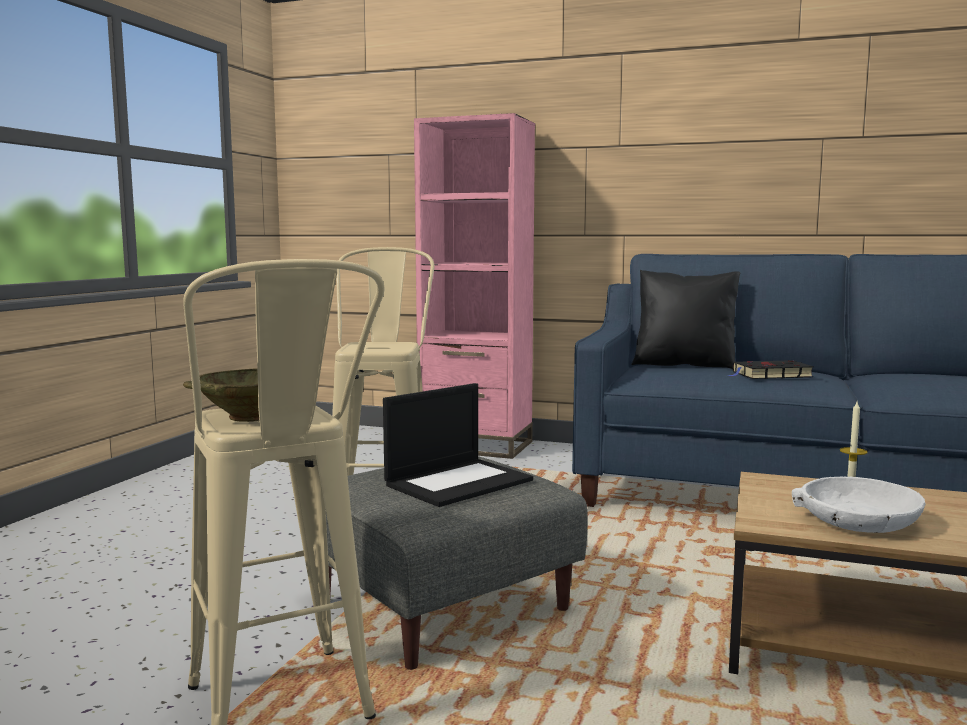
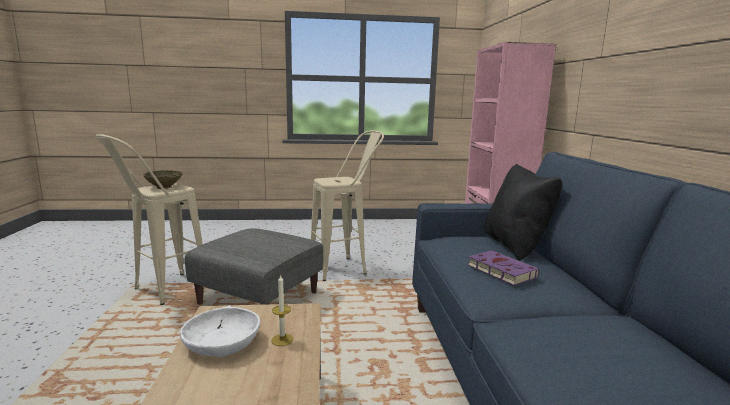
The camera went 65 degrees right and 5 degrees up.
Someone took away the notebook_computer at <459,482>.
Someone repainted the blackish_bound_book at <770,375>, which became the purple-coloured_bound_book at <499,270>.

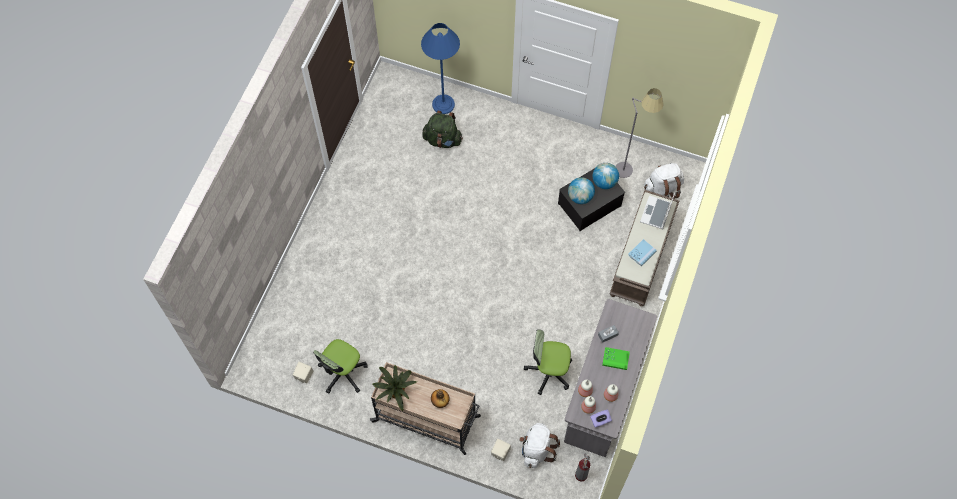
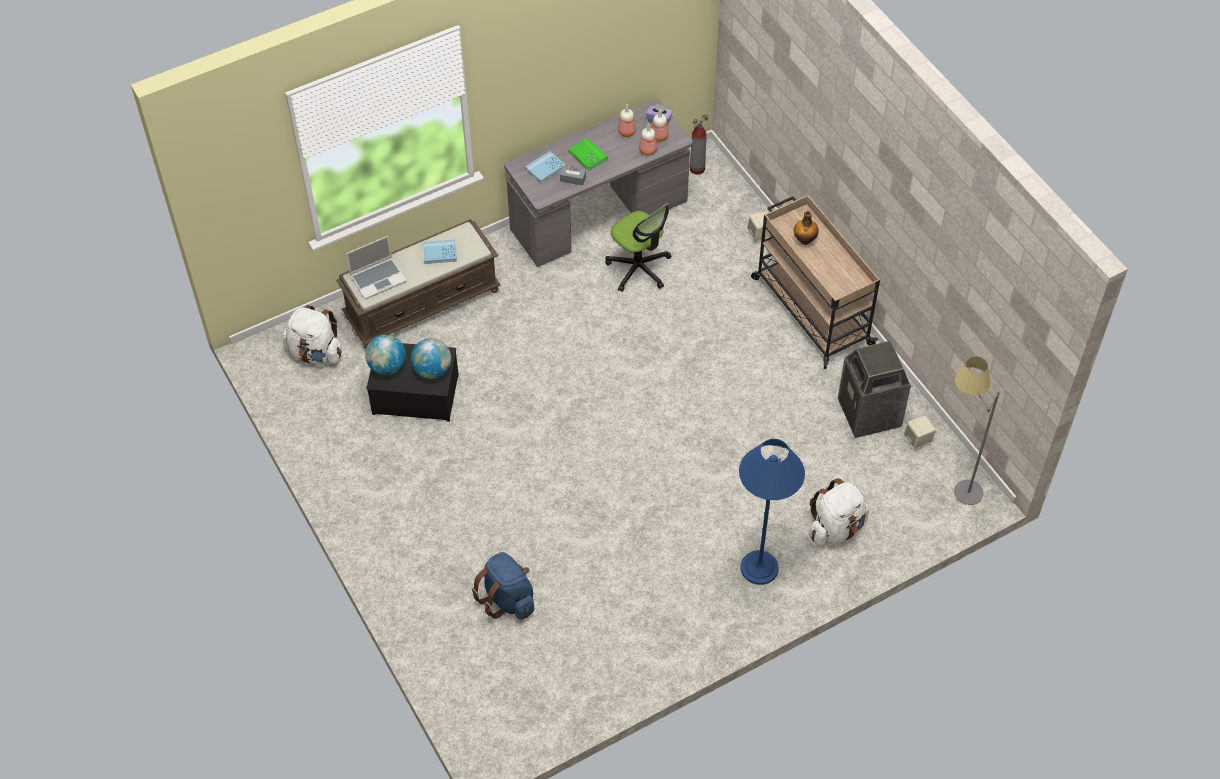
The camera went 140 degrees left and 10 degrees down.
Someone took away the houseplant at <395,391>.
Someone put down the bluish_bound_book at <545,168>.
Someone carried the bluish_floor_lamp from <443,104> to <759,568>.
Someone carried the whitish_rucksack from <537,449> to <836,528>.
Someone carried the greyish_floor_lamp from <630,166> to <954,490>.
Someone swapped the desk_chair at <342,373> for the waste_bin at <869,414>.
Someone repainted the green_rucksack at <442,140>, which became the bluish_rucksack at <507,599>.

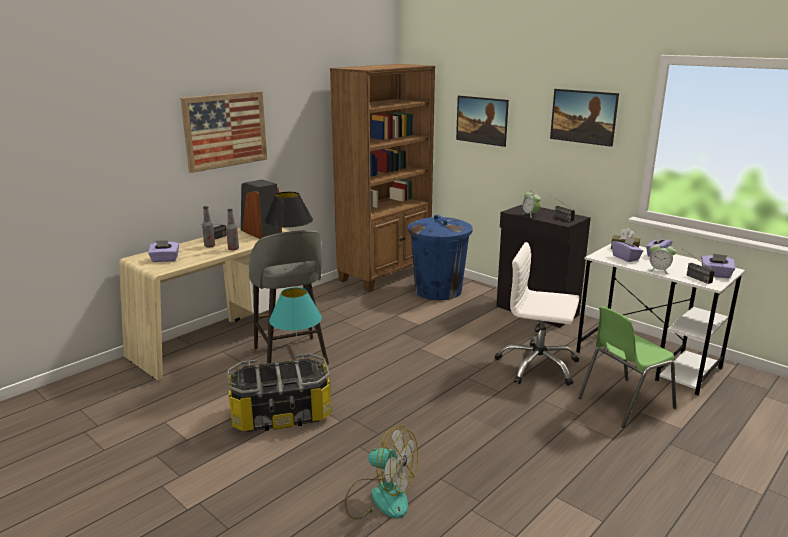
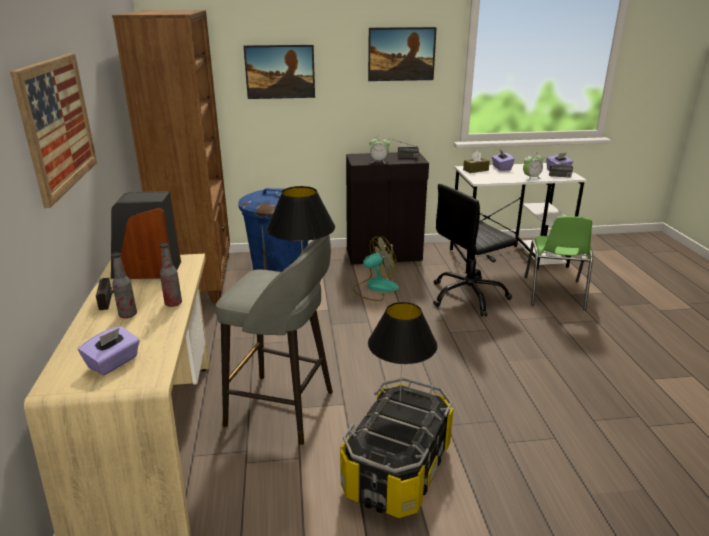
The camera went 50 degrees left and 5 degrees up.
Someone took away the purple-coloured_tissue_holder at <626,258>.
Someone carried the fan from <380,497> to <375,288>.
Someone repainted the turquoise-coloured_tabletop_lamp at <298,366>, which became the blackish_tabletop_lamp at <399,401>.
Someone repainted the whitish_desk_chair at <537,366>, which became the blackish_desk_chair at <468,296>.

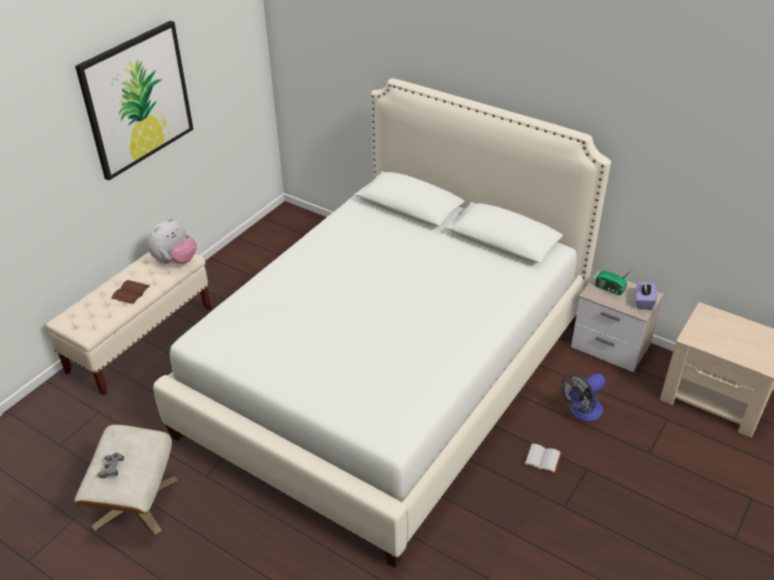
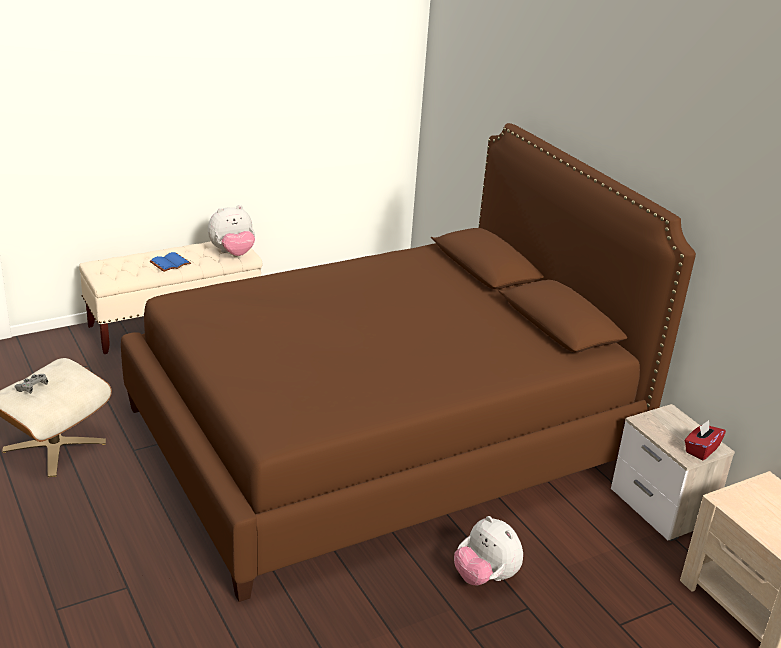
The camera went 25 degrees right and 10 degrees down.
Someone took away the wall_art at <137,99>.
Someone took away the fan at <582,412>.
Someone took away the radio_receiver at <610,289>.
Someone swapped the whitish_bound_book at <543,459> for the plush_toy at <485,577>.
Someone repainted the brown-coloured_bound_book at <131,293>, which became the bluish_bound_book at <170,264>.
Someone repainted the whitish_sleeping_bed at <389,375>, which became the brown-coloured_sleeping_bed at <383,438>.
Someone repainted the purple-coloured_tissue_holder at <643,302>, which became the red-coloured_tissue_holder at <701,450>.

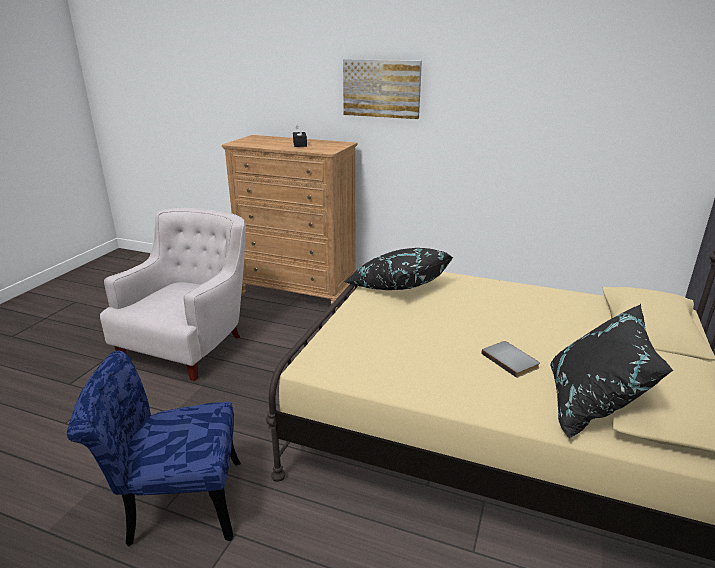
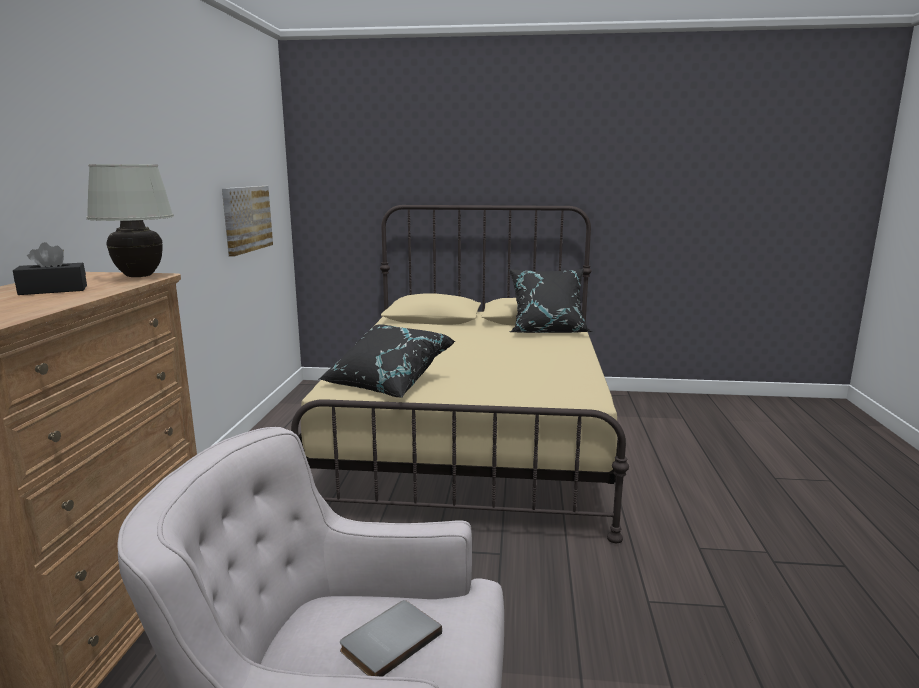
The camera went 105 degrees left and 10 degrees down.
Someone took away the bluish_upright_chair at <175,504>.
Someone put down the whitish_tabletop_lamp at <140,276>.
Someone carried the wall_art from <381,88> to <246,219>.
Someone carried the greyish_bound_book from <511,360> to <389,640>.

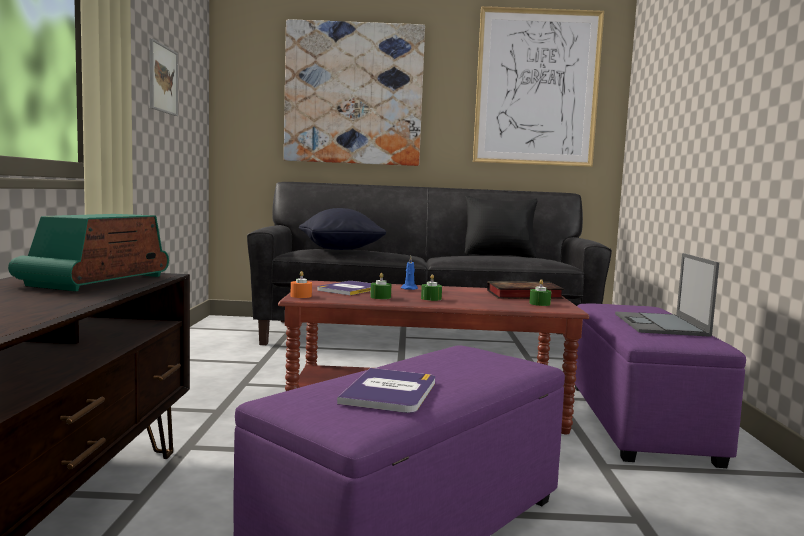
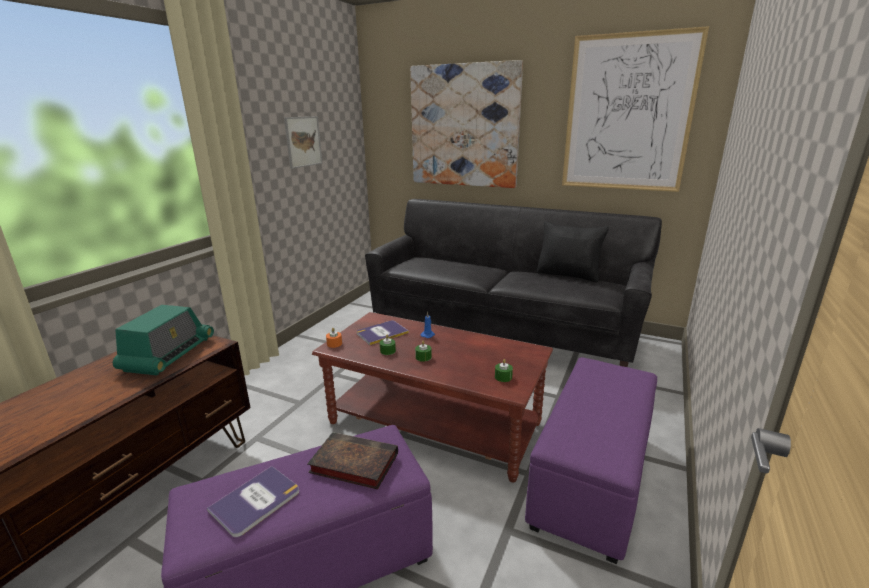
The camera went 25 degrees right and 15 degrees up.
Someone took away the blackish_pillow at <340,250>.
Someone took away the notebook_computer at <661,325>.
Someone carried the bound_book from <522,295> to <352,463>.
Someone rotated the radio_receiver at <96,281> by 150 degrees clockwise.

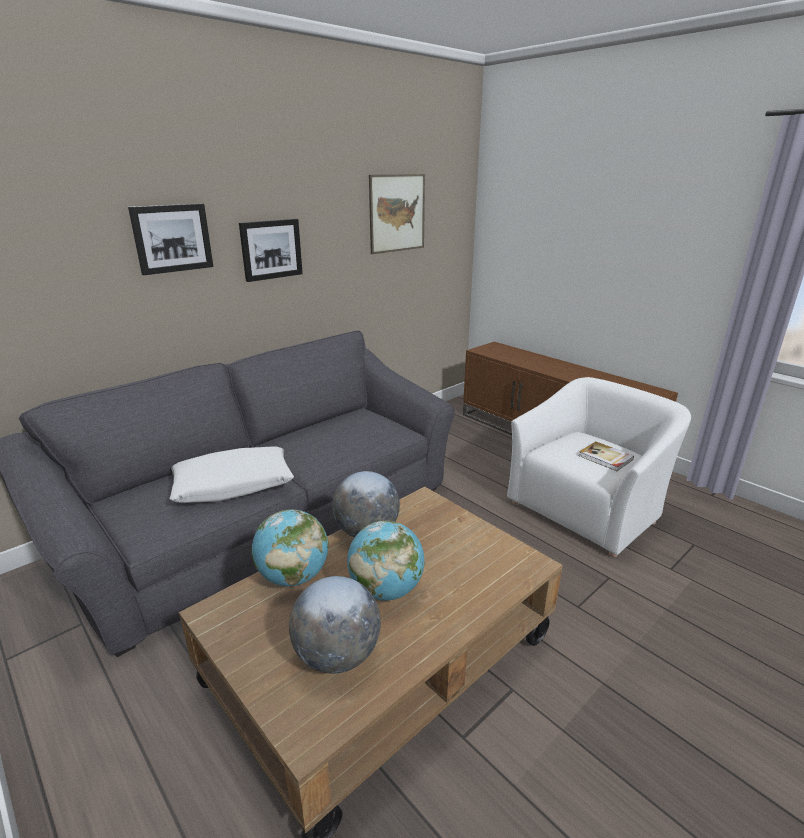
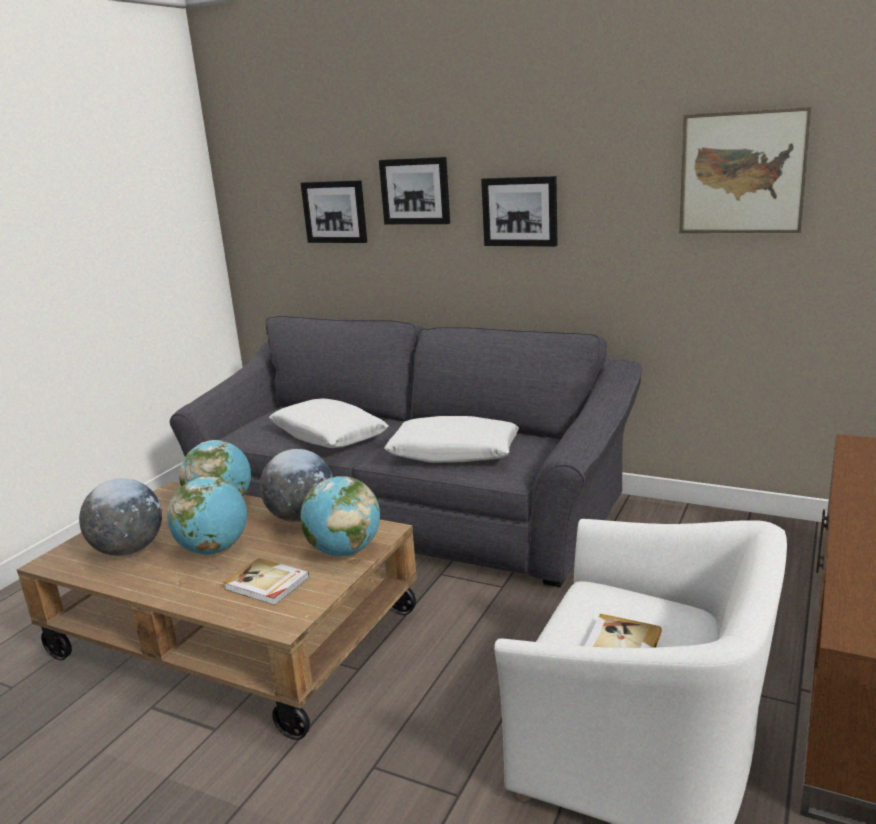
The camera went 70 degrees right and 5 degrees down.
Someone put down the bound_book at <267,584>.
Someone put up the wall_art at <335,212>.
Someone put down the globe at <344,551>.
Someone put down the whitish_pillow at <453,453>.

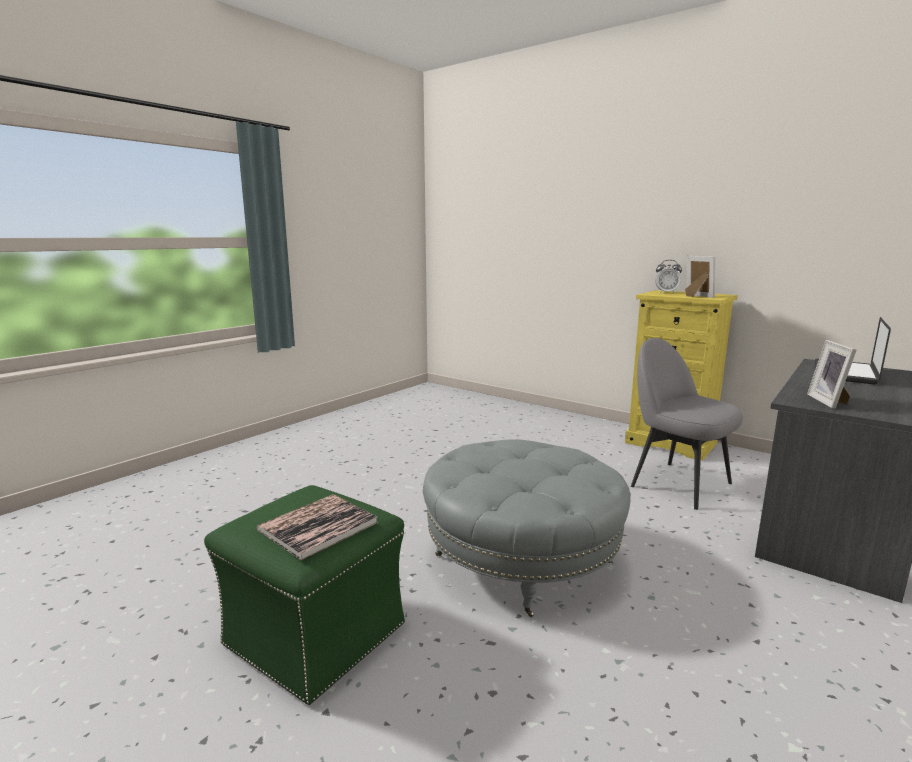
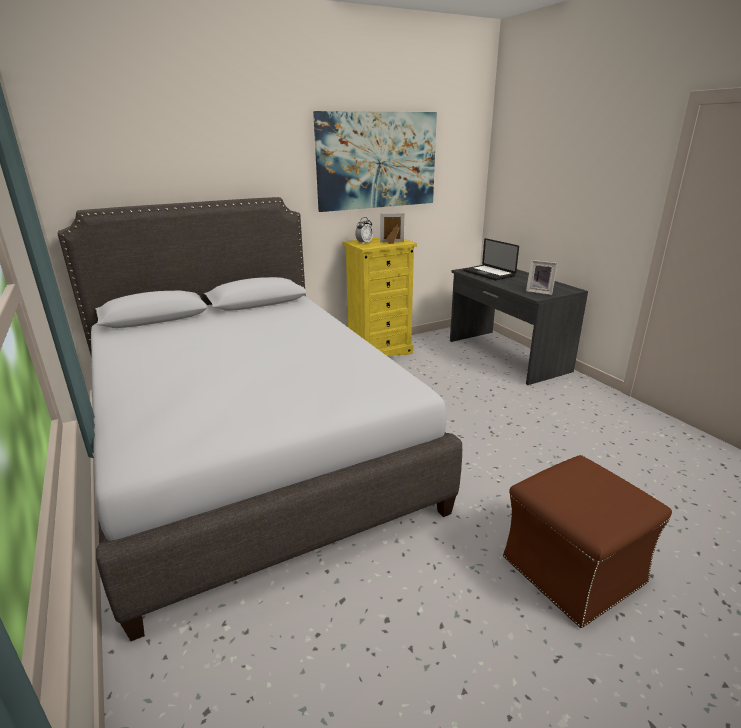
The camera went 65 degrees left and 10 degrees up.
Someone took away the bound_book at <318,526>.
Someone took away the greyish_ottoman at <521,558>.
Someone took away the greyish_upright_chair at <678,483>.
Someone put down the greyish_sleeping_bed at <248,447>.
Someone put up the wall_art at <377,161>.
Someone repainted the green_ottoman at <314,633>, which became the brown-coloured_ottoman at <572,570>.

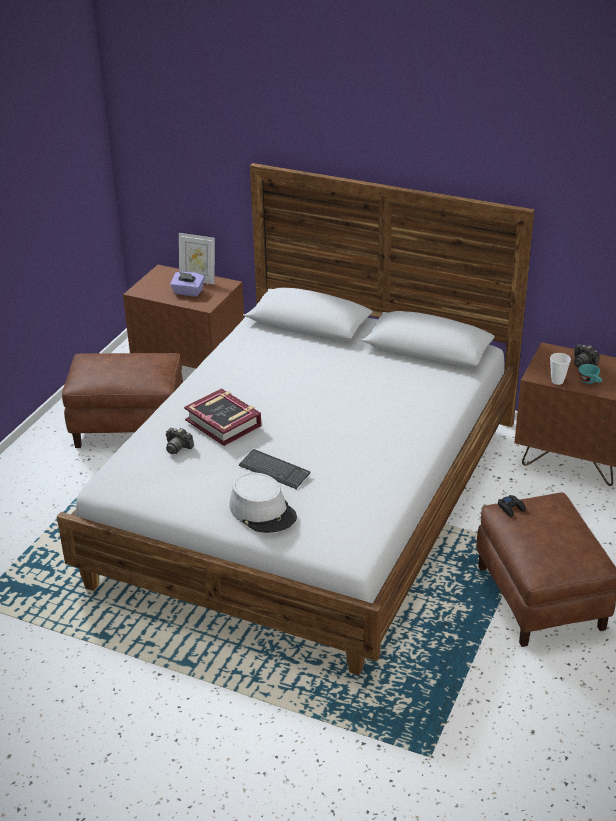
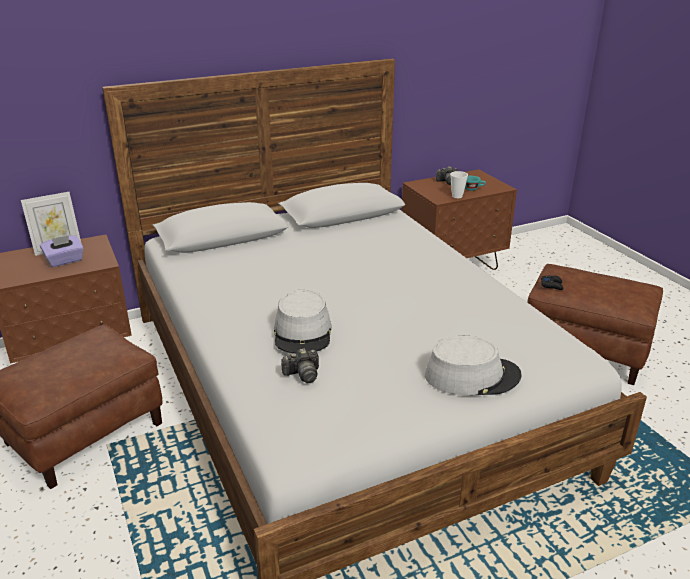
The camera went 50 degrees left and 5 degrees down.
Someone took away the keyboard at <274,470>.
Someone swapped the bound_book at <224,423> for the greyish_clothing_hat at <303,332>.

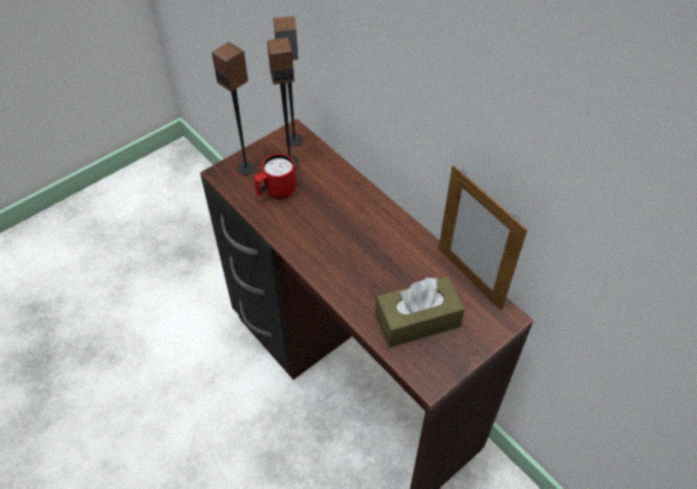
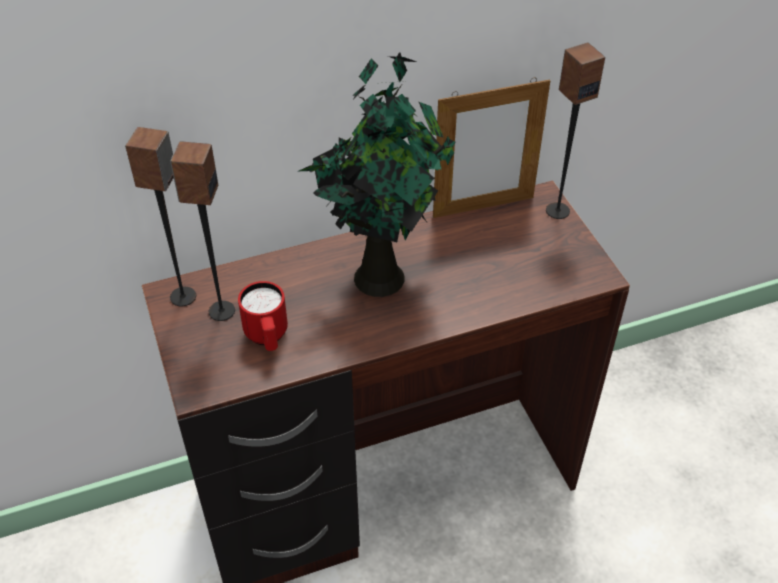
The camera went 70 degrees left and 5 degrees down.
Someone took away the brown-coloured_tissue_holder at <417,320>.
Someone put down the houseplant at <380,274>.
Someone carried the loudspeaker from <246,168> to <557,210>.

